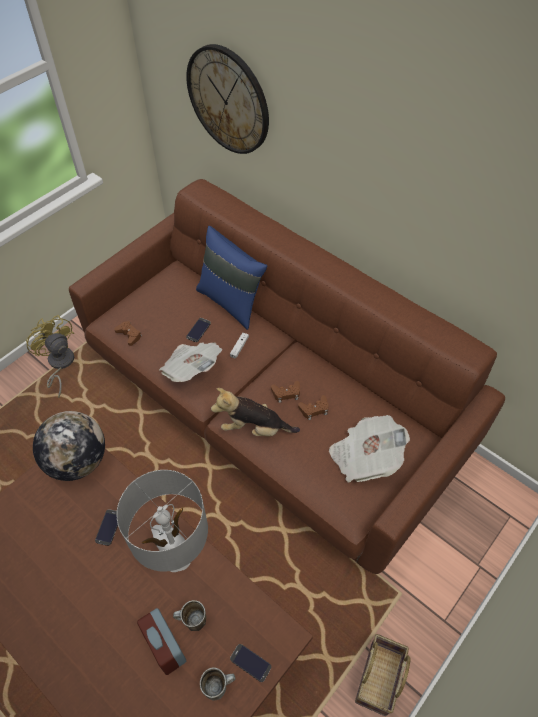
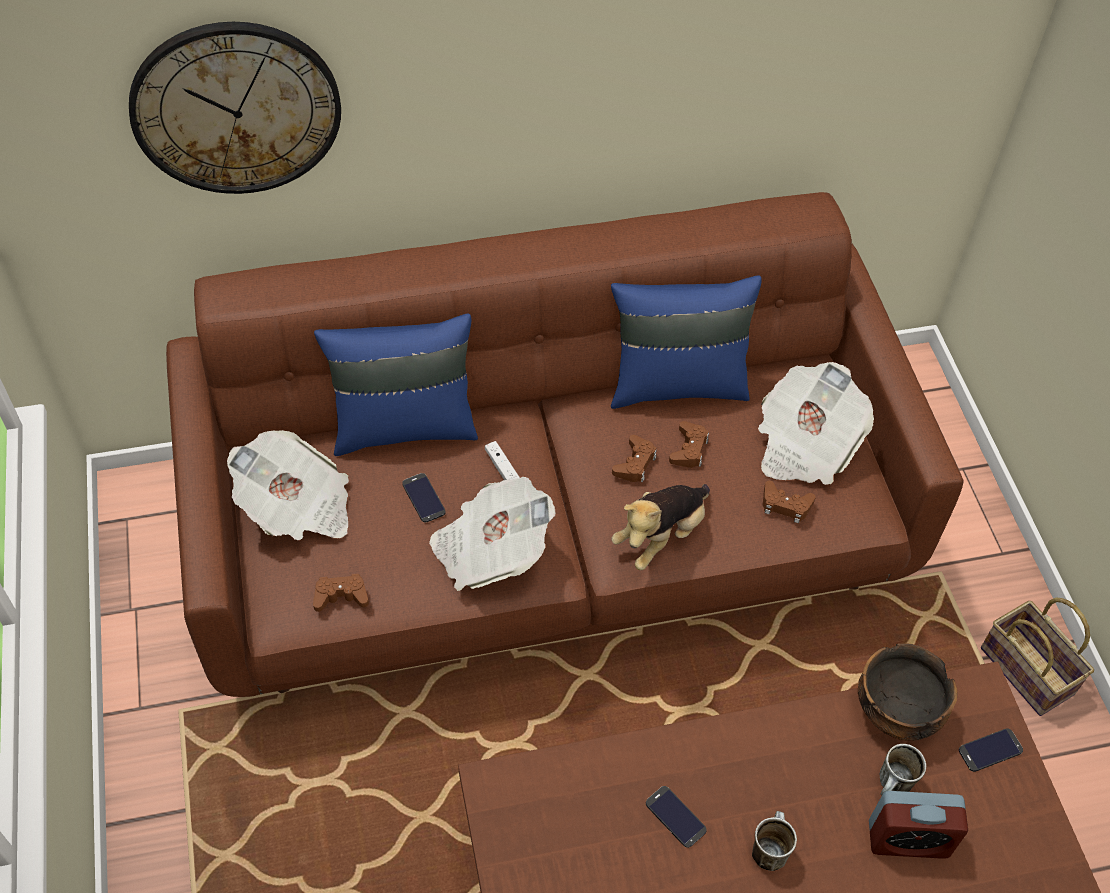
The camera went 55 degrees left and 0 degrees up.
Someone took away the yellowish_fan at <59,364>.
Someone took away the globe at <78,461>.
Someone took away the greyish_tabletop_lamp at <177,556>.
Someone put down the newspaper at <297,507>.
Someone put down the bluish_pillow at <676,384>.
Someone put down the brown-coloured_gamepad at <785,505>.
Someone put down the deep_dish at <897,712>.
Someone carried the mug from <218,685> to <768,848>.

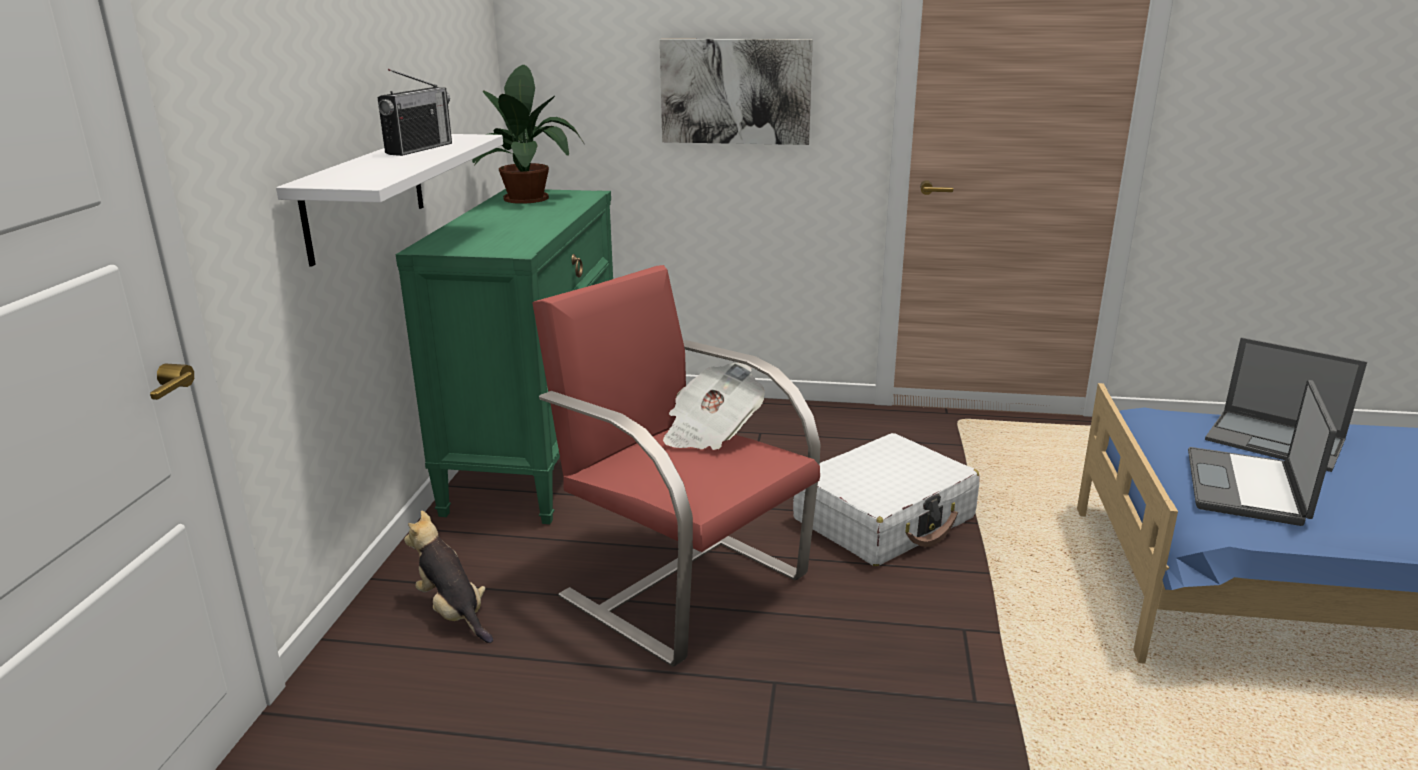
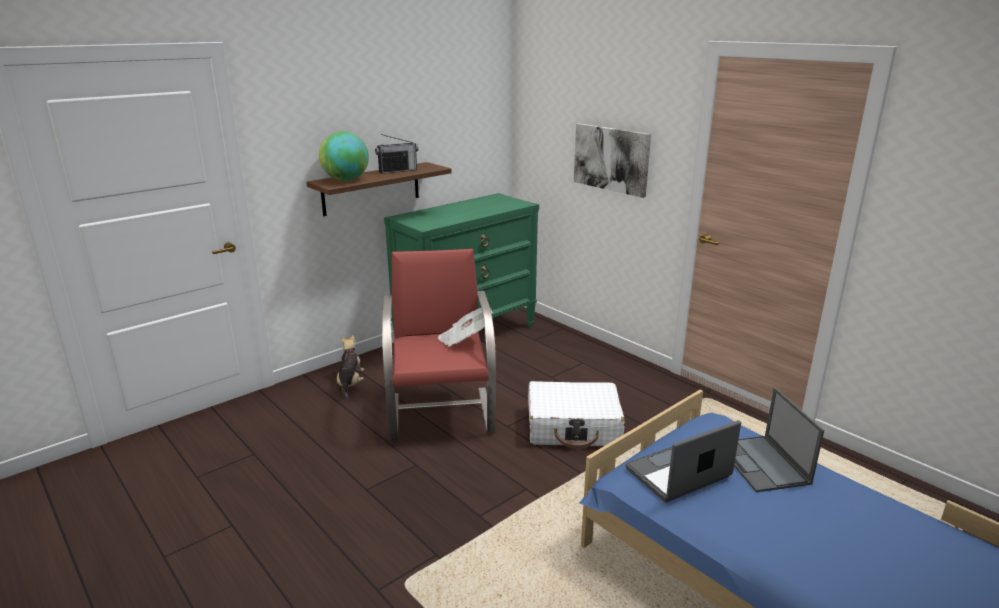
The camera went 40 degrees right and 0 degrees up.
Someone took away the houseplant at <529,197>.
Someone put down the globe at <346,180>.
Someone repainted the whitish_wall_shelf at <366,195>, which became the brown-coloured_wall_shelf at <371,188>.

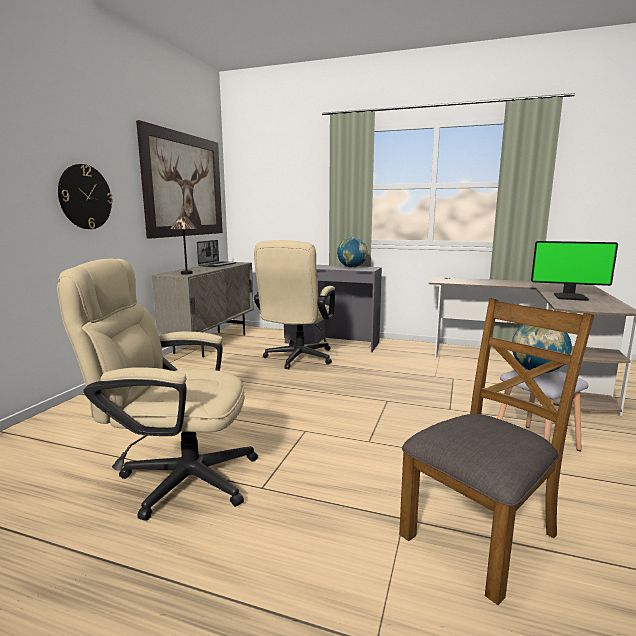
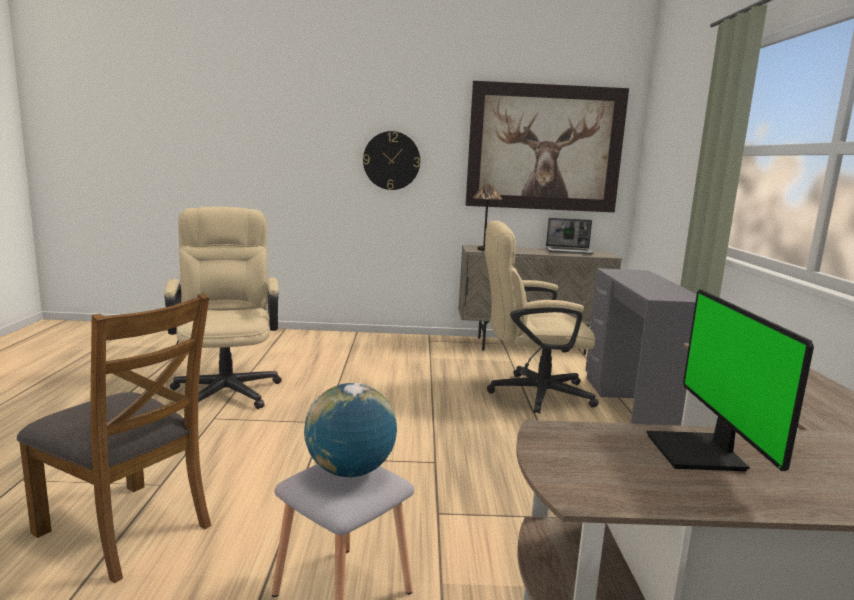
The camera went 70 degrees right and 0 degrees up.
Someone took away the globe at <351,267>.

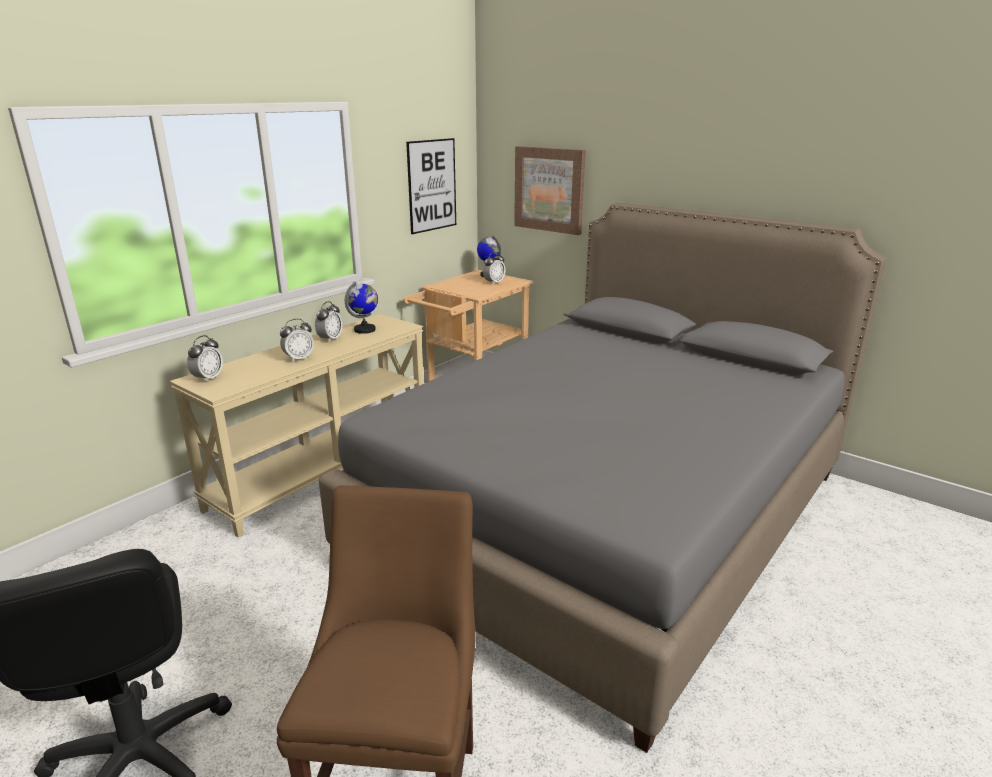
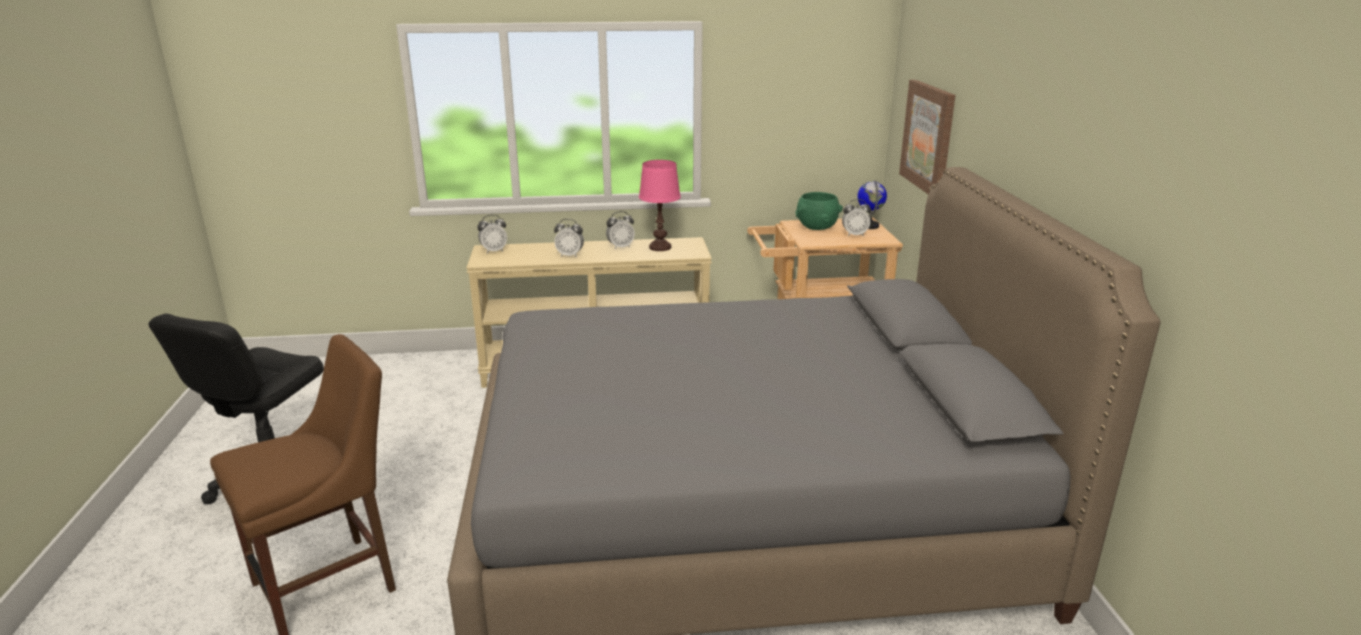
The camera went 45 degrees right and 0 degrees up.
Someone took away the wall_art at <432,185>.
Someone put down the green_deep_dish at <817,228>.
Someone swapped the globe at <365,330> for the pink_tabletop_lamp at <660,247>.

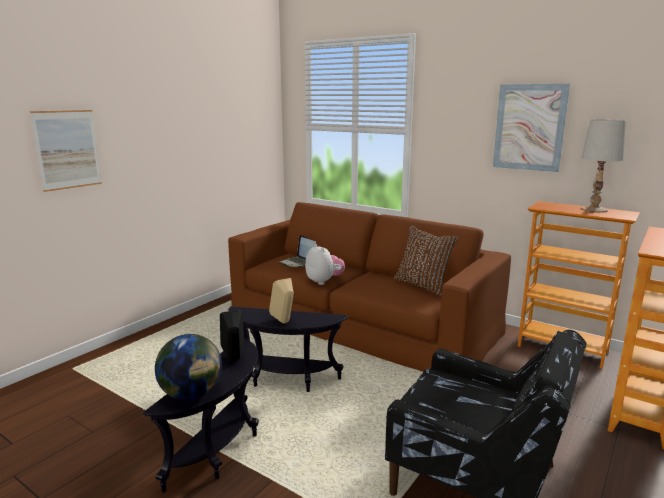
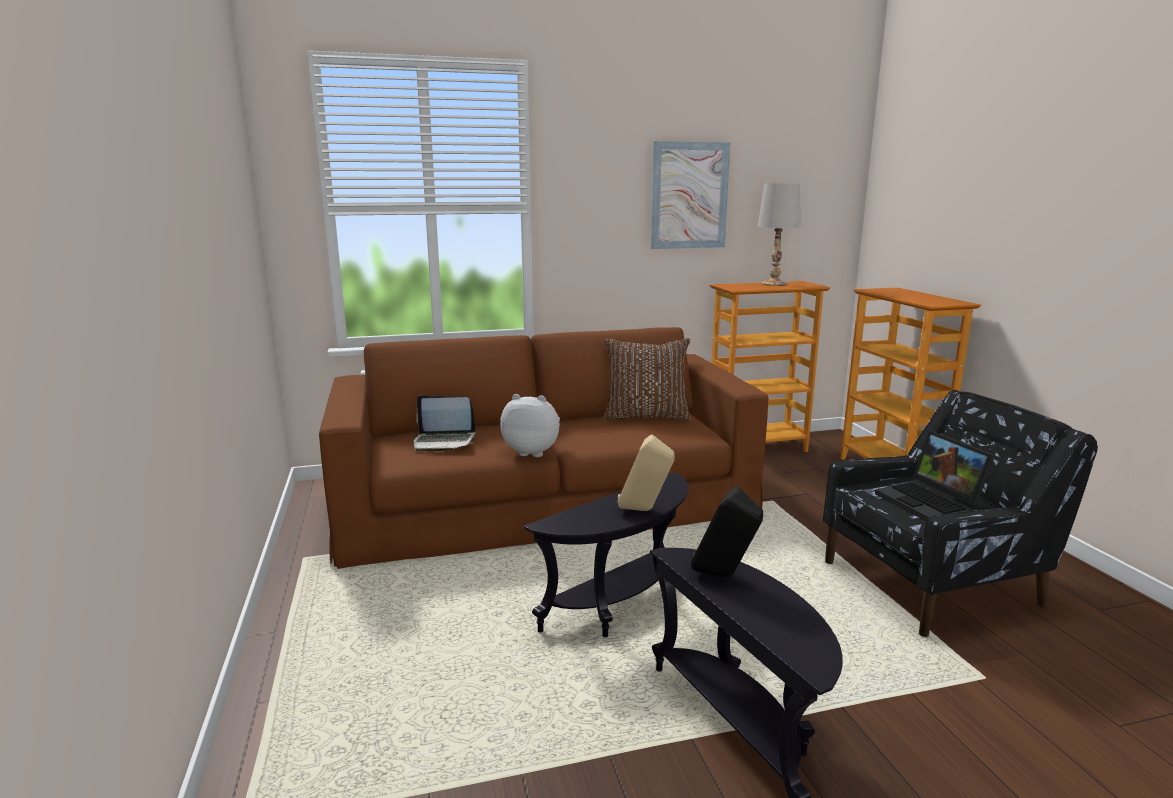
The camera went 50 degrees left and 0 degrees up.
Someone took away the wall_art at <67,149>.
Someone took away the globe at <192,394>.
Someone put down the notebook_computer at <931,503>.

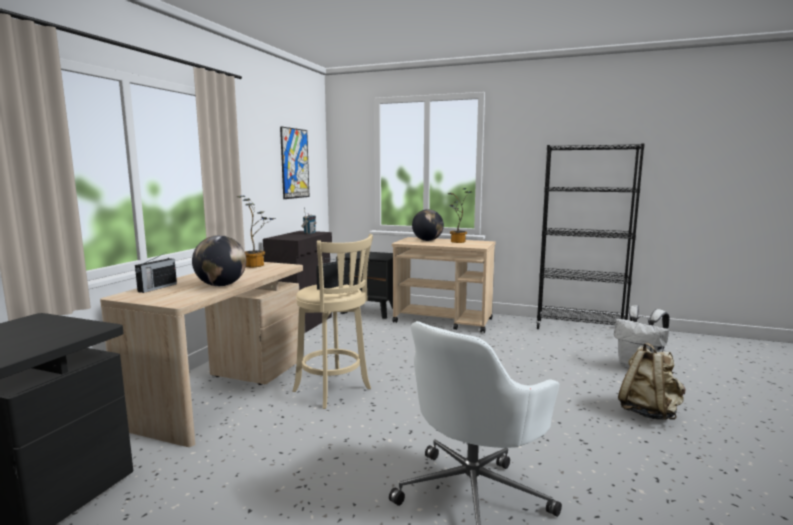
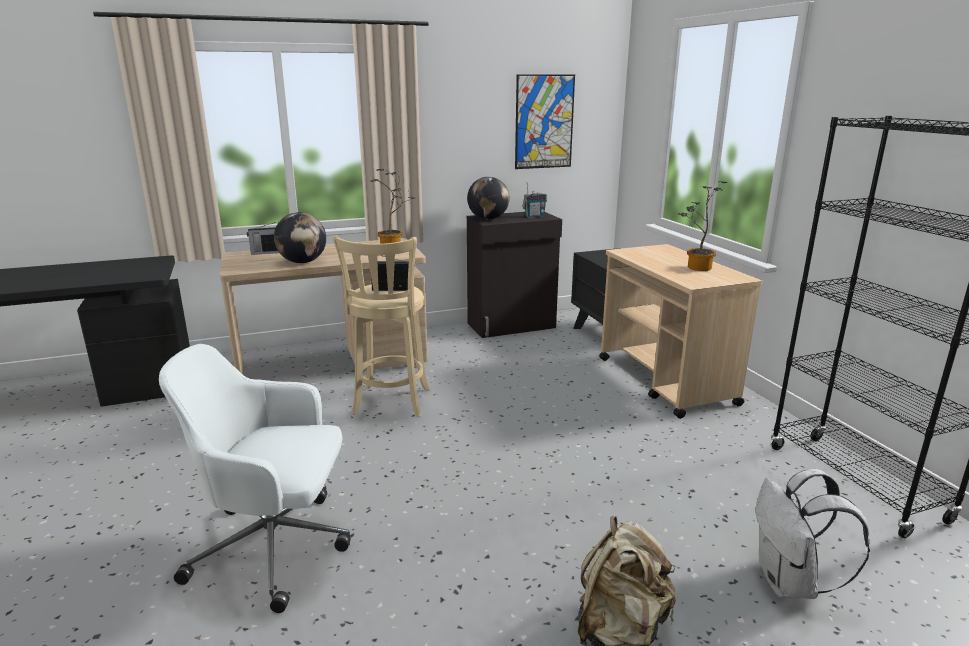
The camera went 50 degrees right and 10 degrees up.
Someone carried the globe from <427,240> to <488,219>.

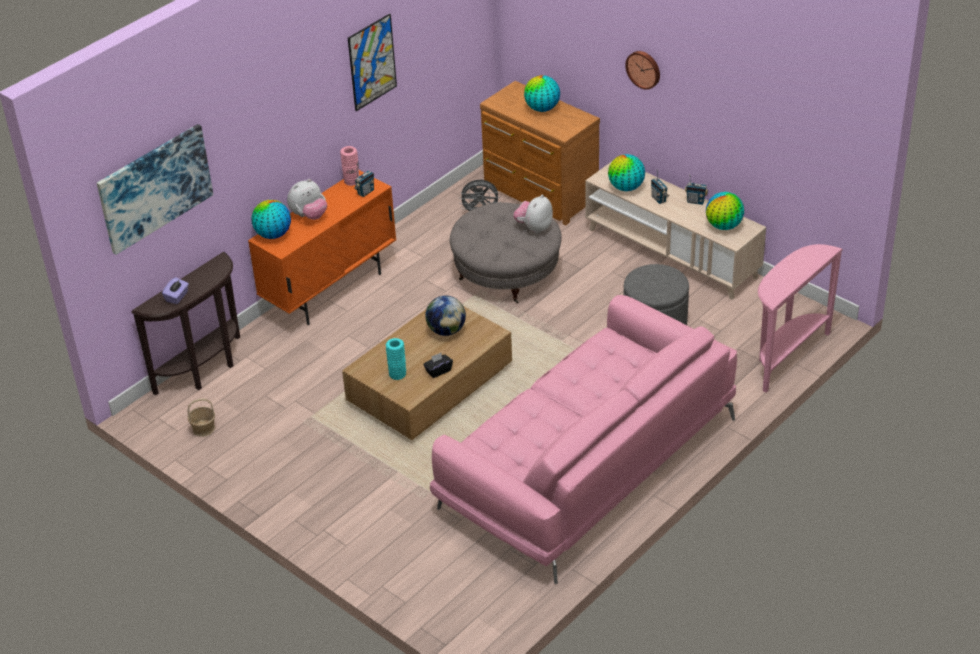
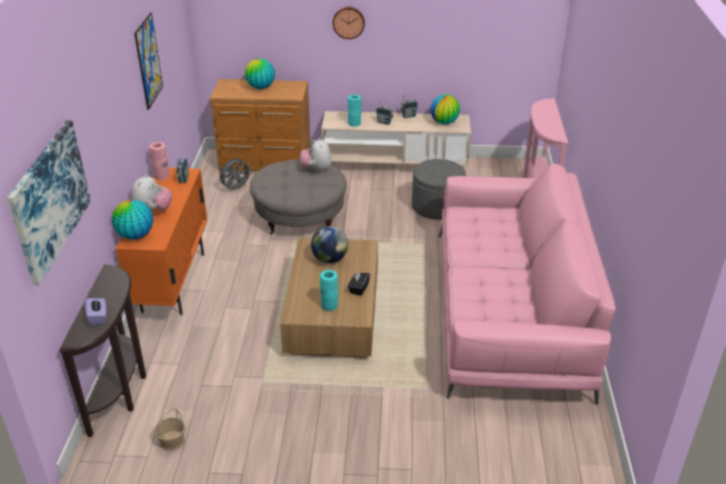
The camera went 40 degrees left and 5 degrees down.
Someone swapped the globe at <626,188> for the turquoise-coloured_flower_vase at <354,123>.

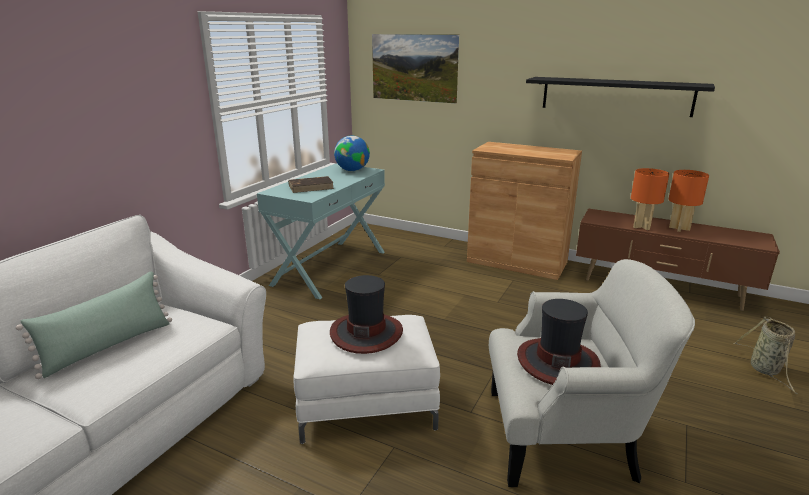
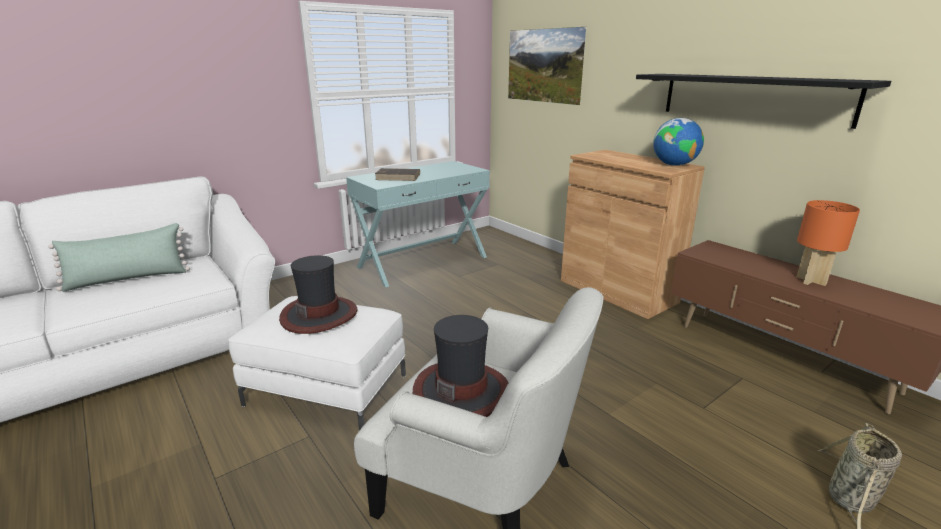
The camera went 25 degrees right and 0 degrees up.
Someone took away the orangey_tabletop_lamp at <641,226>.
Someone carried the globe from <352,170> to <674,165>.

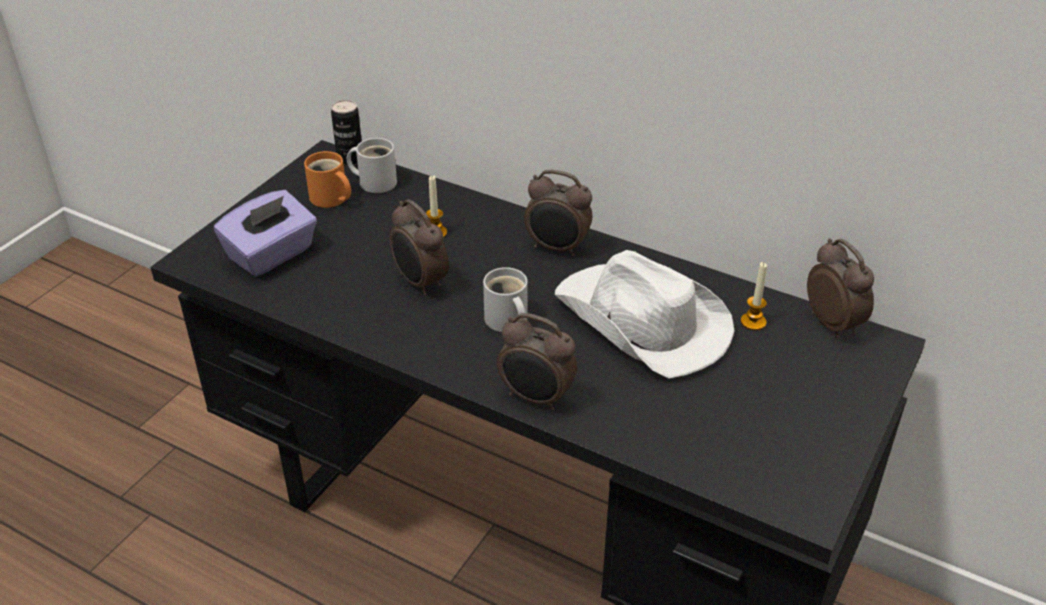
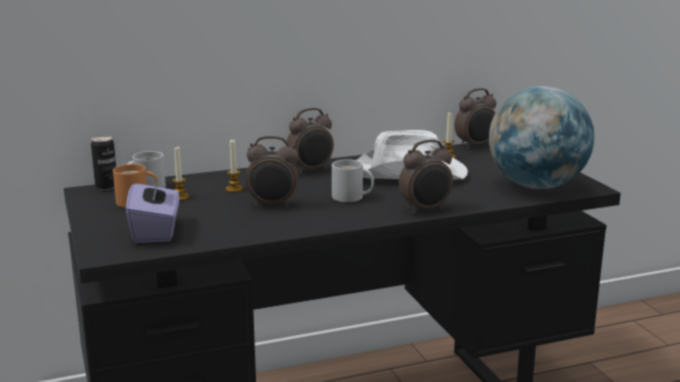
The camera went 50 degrees left and 20 degrees down.
Someone put down the candle at <180,197>.
Someone put down the globe at <536,186>.
Someone rotated the alarm_clock at <833,323> by 135 degrees clockwise.

